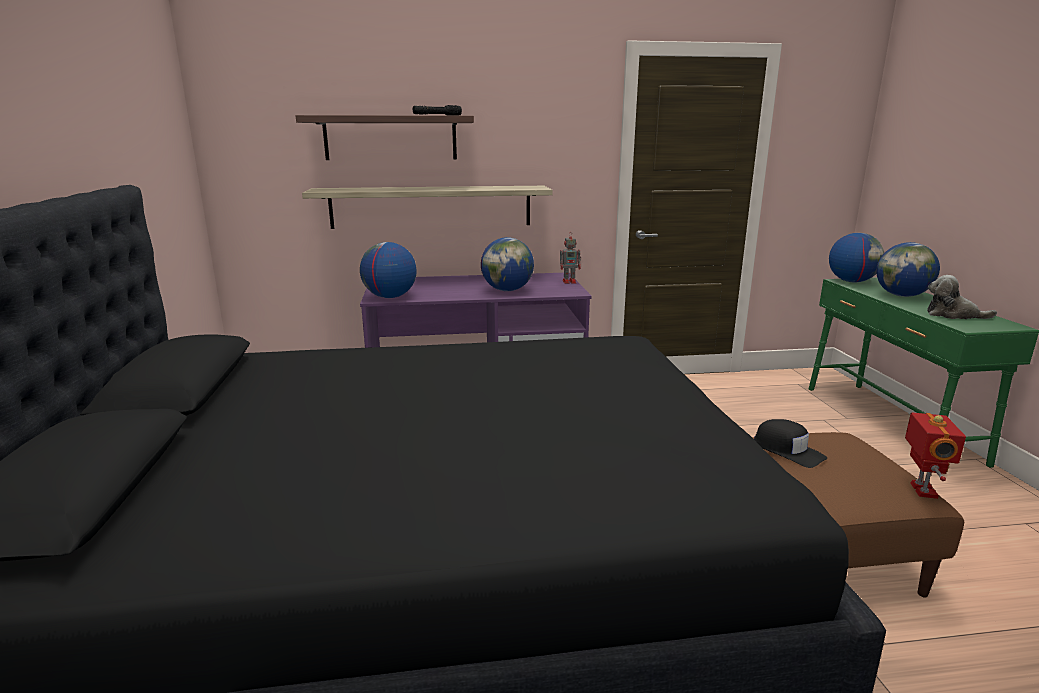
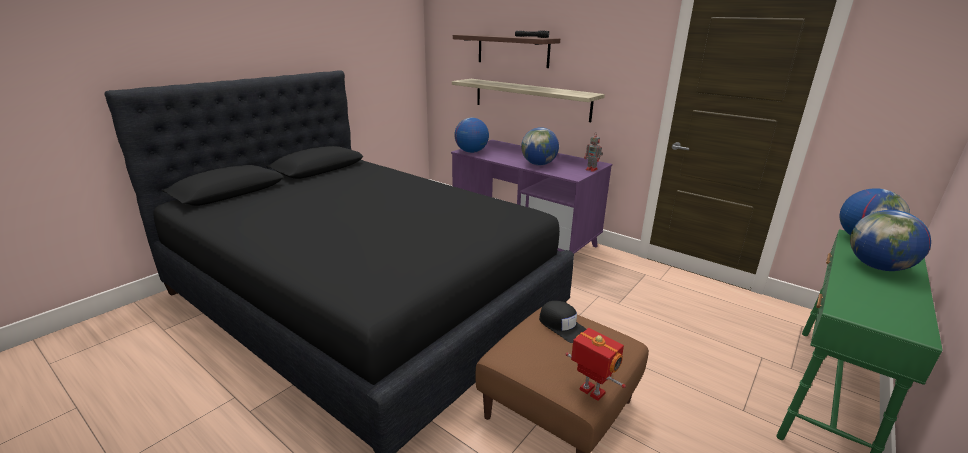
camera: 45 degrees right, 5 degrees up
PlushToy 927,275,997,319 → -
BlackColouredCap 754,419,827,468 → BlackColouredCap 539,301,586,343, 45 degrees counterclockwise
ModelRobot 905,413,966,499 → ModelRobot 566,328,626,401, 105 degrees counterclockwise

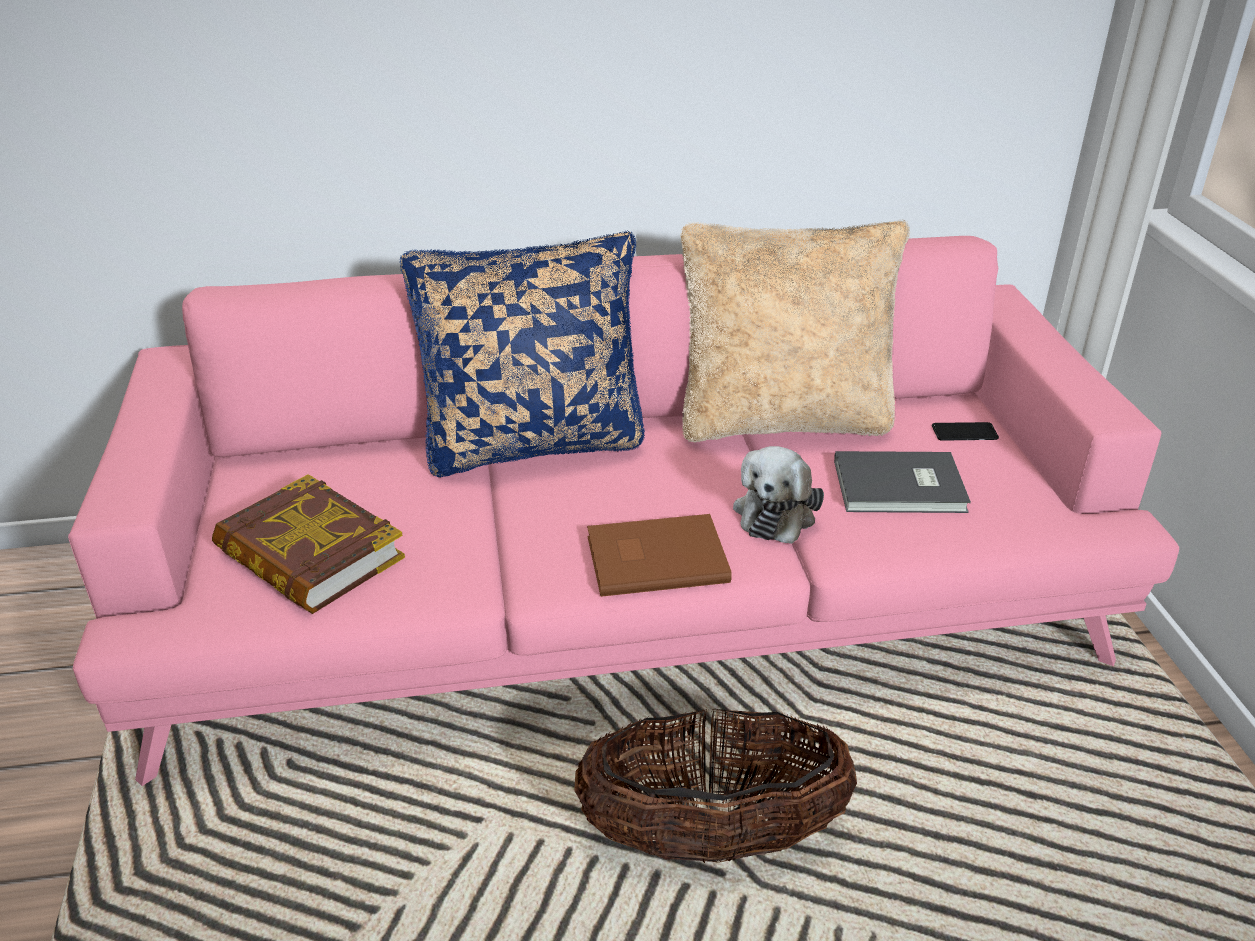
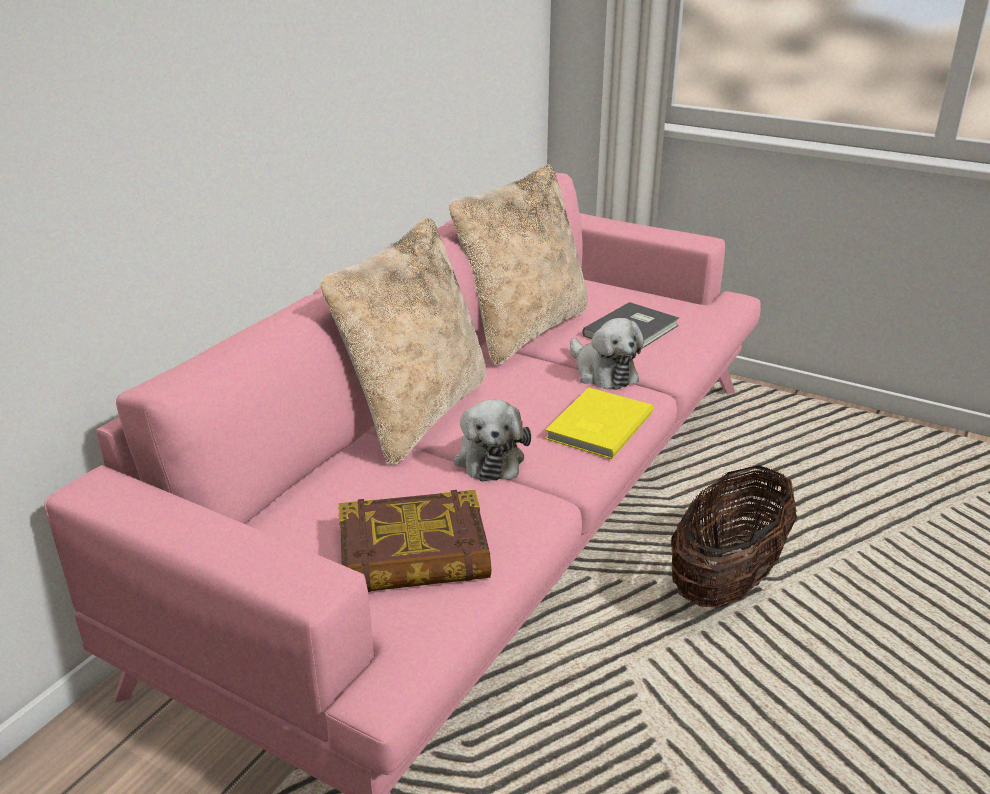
camera: 50 degrees left, 5 degrees down
Handset 932,422,999,441 → -
- → PlushToy 454,400,531,482
BlueCushion 400,230,645,477 → BeigeColouredCushion 319,217,486,465
BrownishVolume 587,514,732,597 → YellowColouredVolume 545,388,653,459

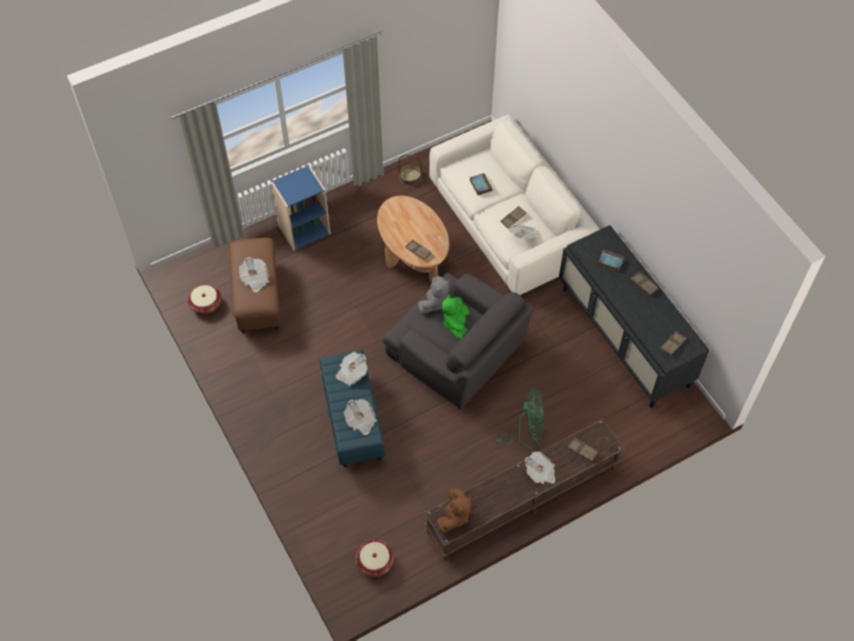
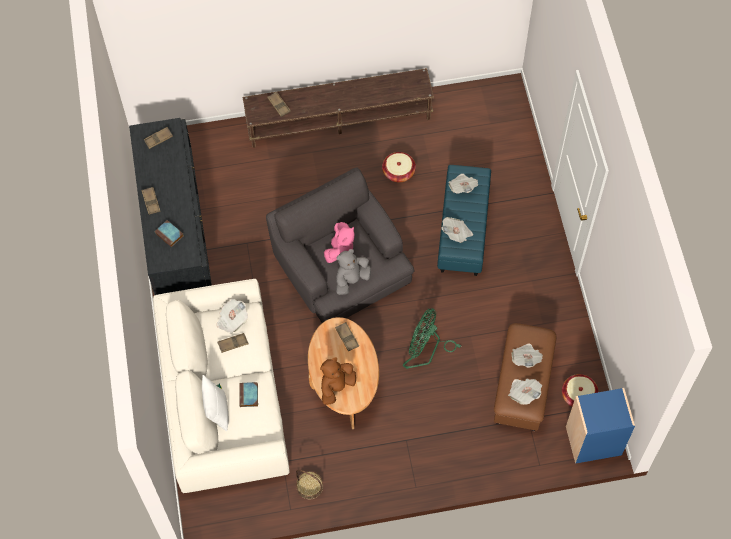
camera: 160 degrees left, 5 degrees up
- → WhiteColouredCushion 202,375,228,431
BlueBookcase 271,165,331,250 → BlueBookcase 566,388,635,464, moved
HouseholdBasket 356,540,394,577 → HouseholdBasket 382,152,416,182, moved
BrownishPlushToy 437,488,471,533 → BrownishPlushToy 320,357,356,405, moved
GreenColouredCoolingFan 496,388,544,452 → GreenColouredCoolingFan 403,308,461,369, moved
DailyPaper 525,452,555,484 → DailyPaper 508,378,542,405, moved
GreenColouredPlushToy 442,294,469,340 → PinkPlushToy 324,222,355,263

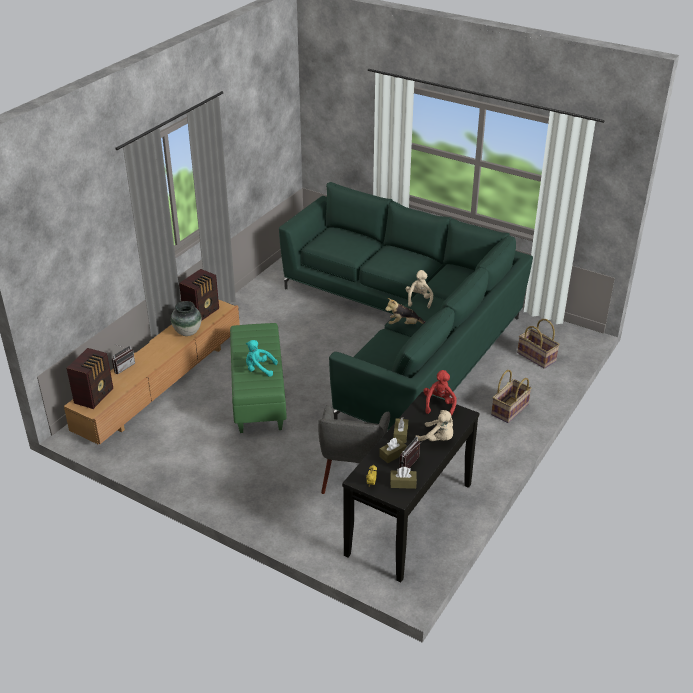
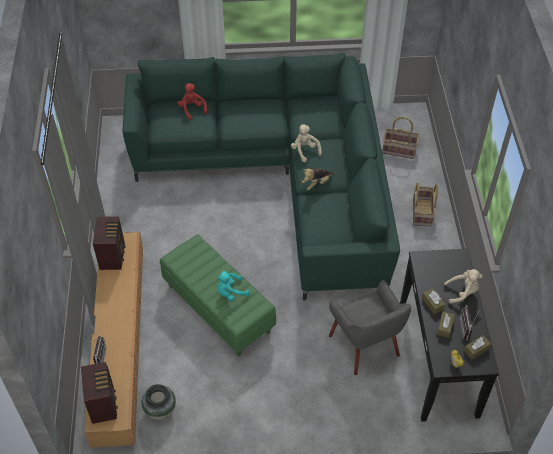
camera: 35 degrees left, 15 degrees up
FlowerVase 171,301,202,336 → FlowerVase 142,384,176,420, moved
RedColouredPlushToy 423,370,457,416 → RedColouredPlushToy 177,83,207,120, moved

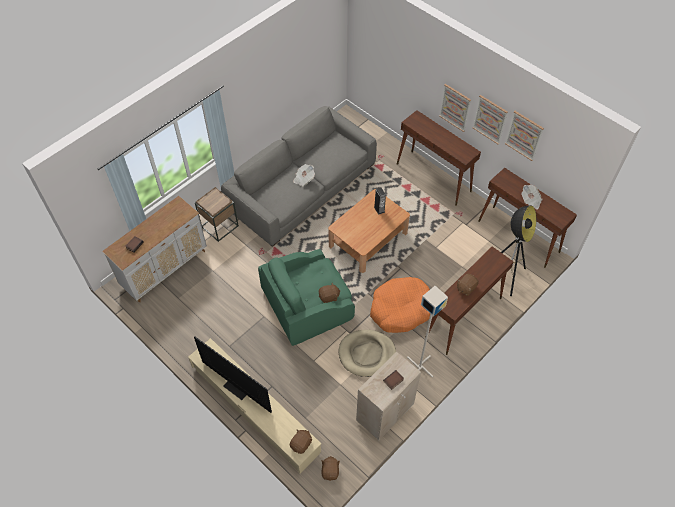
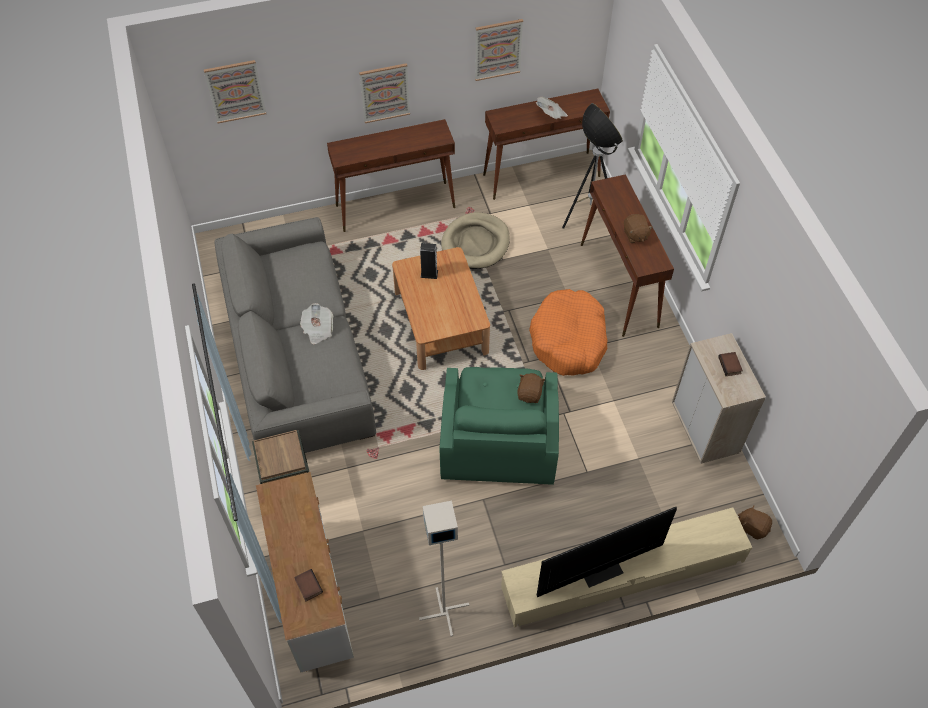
camera: 60 degrees left, 0 degrees up
BrownishPlushToy 290,429,313,454 → -
BeigeColouredDogCushion 338,330,396,377 → BeigeColouredDogCushion 441,212,510,269, moved
GreyStandardLamp 407,286,448,377 → GreyStandardLamp 419,501,469,637, moved
WallArt 472,95,508,145 → WallArt 204,60,266,123, moved

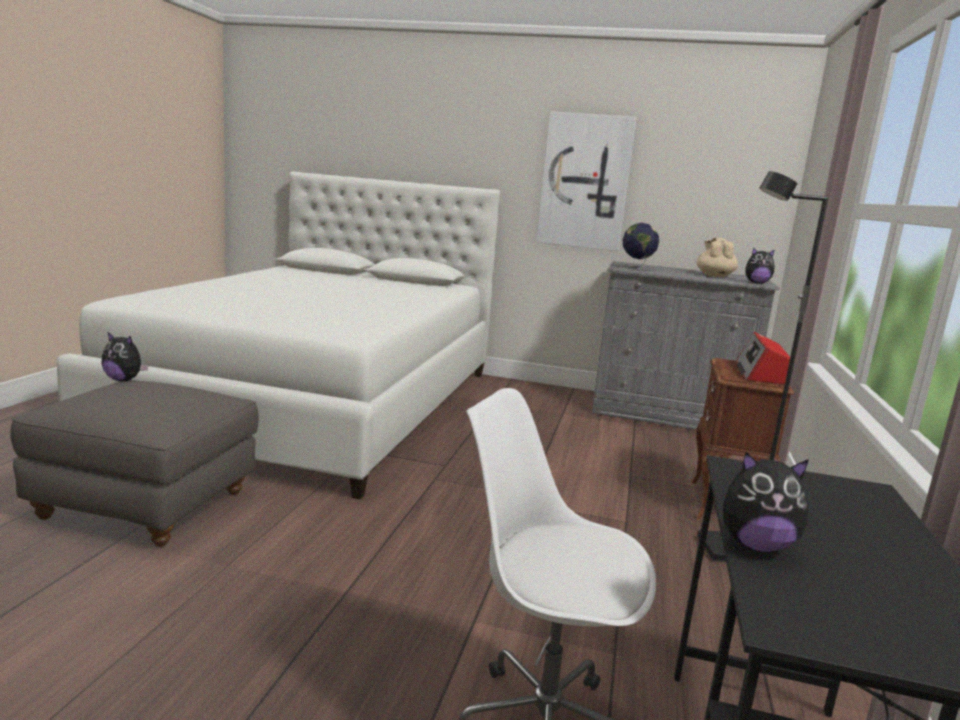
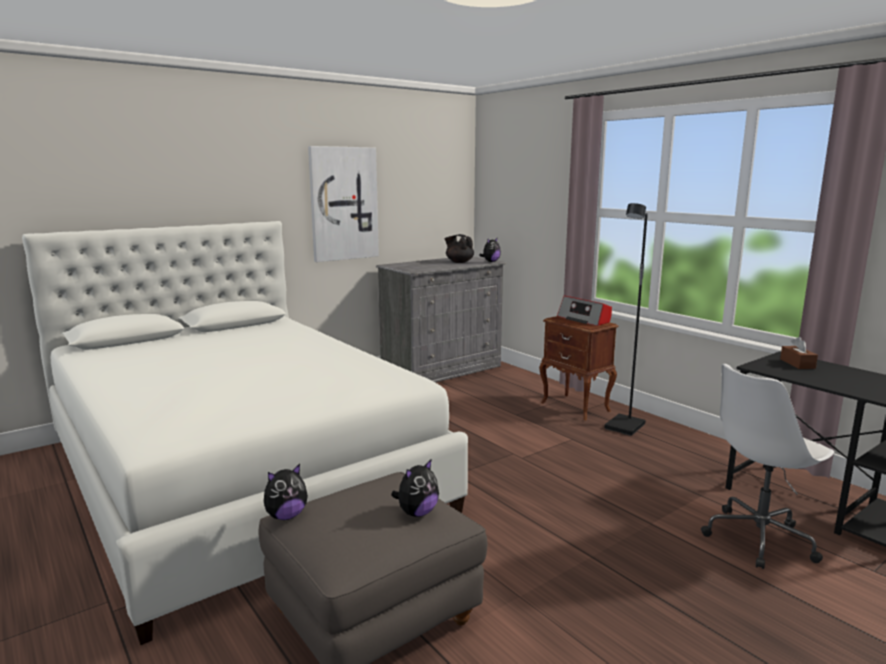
camera: 50 degrees left, 0 degrees up
WorldGlobe 623,223,659,271 → -
- → BrownishBoxOfTissues 780,337,818,369
PlushToy 723,452,809,552 → PlushToy 391,459,439,517, moved
BeigeColouredTeaPot 696,238,738,277 → BlackColouredTeaPot 444,234,474,263

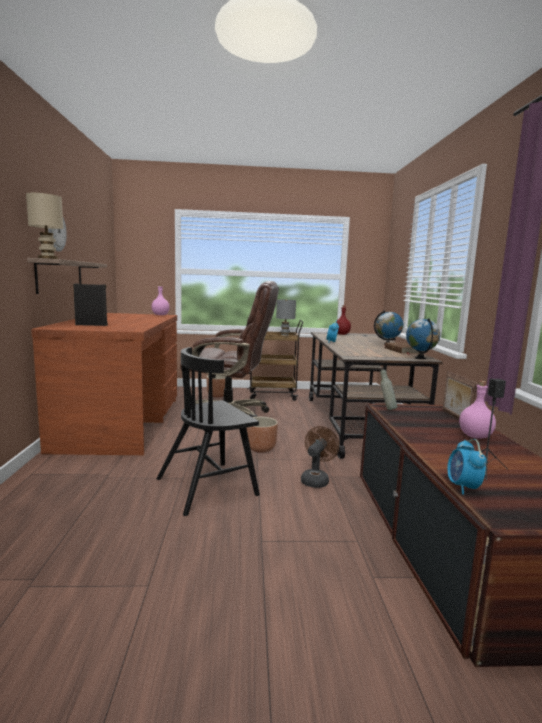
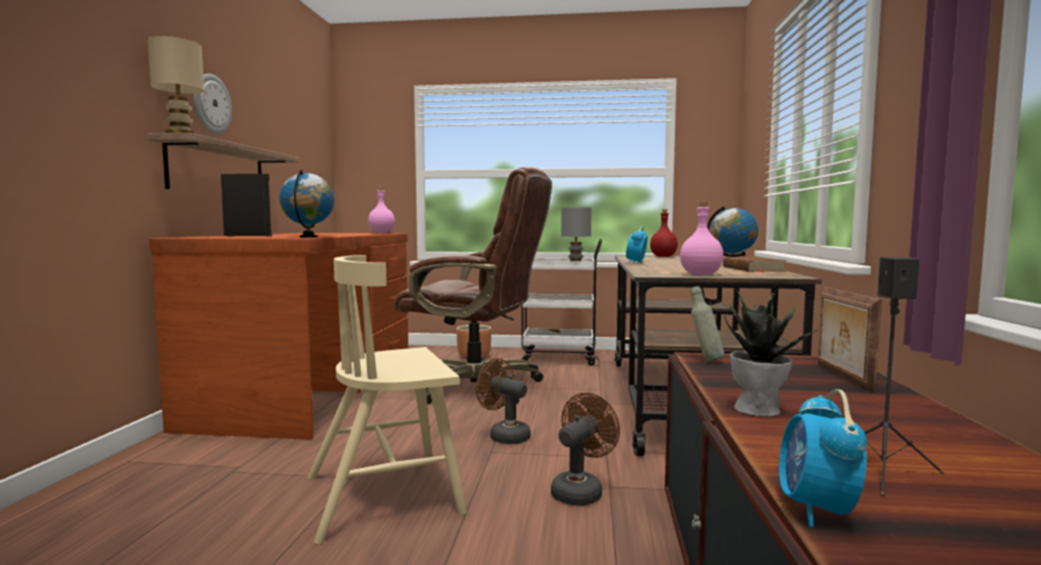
camera: 10 degrees right, 5 degrees down
- → Houseplant 724,289,820,417
WorldGlobe 406,318,440,359 → WorldGlobe 279,170,334,237, moved
PinkDrinkBottle 459,381,496,438 → PinkDrinkBottle 680,202,723,275, moved
BrownishPlanter 246,416,278,453 → BrownishCoolingFan 476,358,531,444
BlackColouredPlainChair 156,347,260,516 → BeigeColouredPlainChair 308,255,467,544
BrownishCart 247,320,303,401 → WhiteColouredCart 521,238,602,366

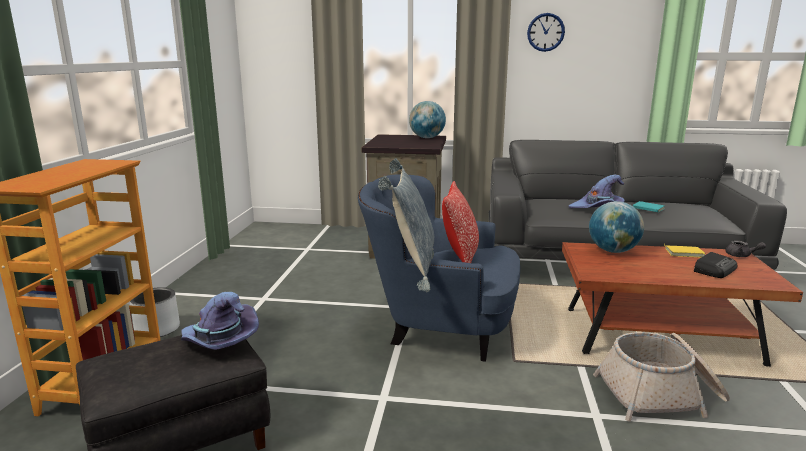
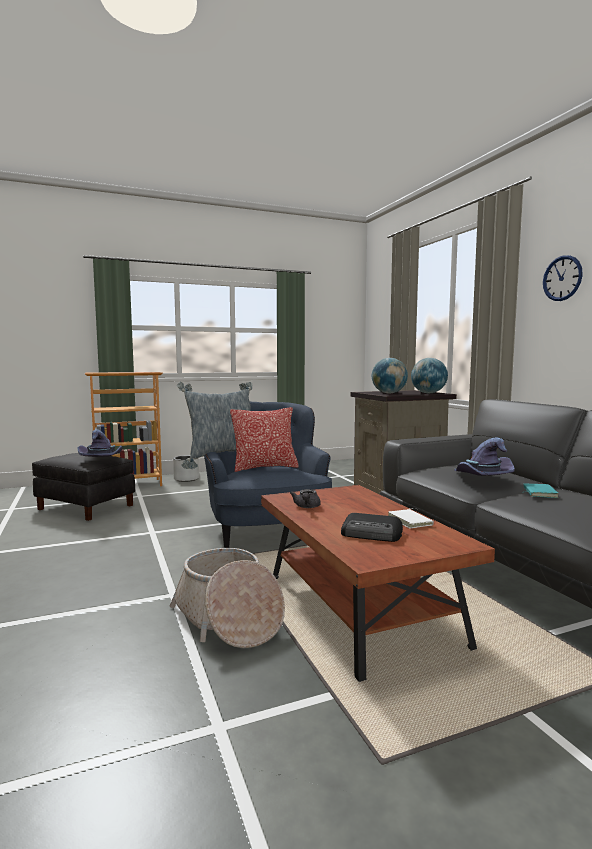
camera: 60 degrees right, 10 degrees down
WorldGlobe 589,201,644,253 → WorldGlobe 372,358,408,394, moved
GreyTeaPot 726,240,766,257 → GreyTeaPot 290,489,321,508, moved
YellowColouredVolume 664,244,706,258 → WhiteColouredVolume 388,508,434,529

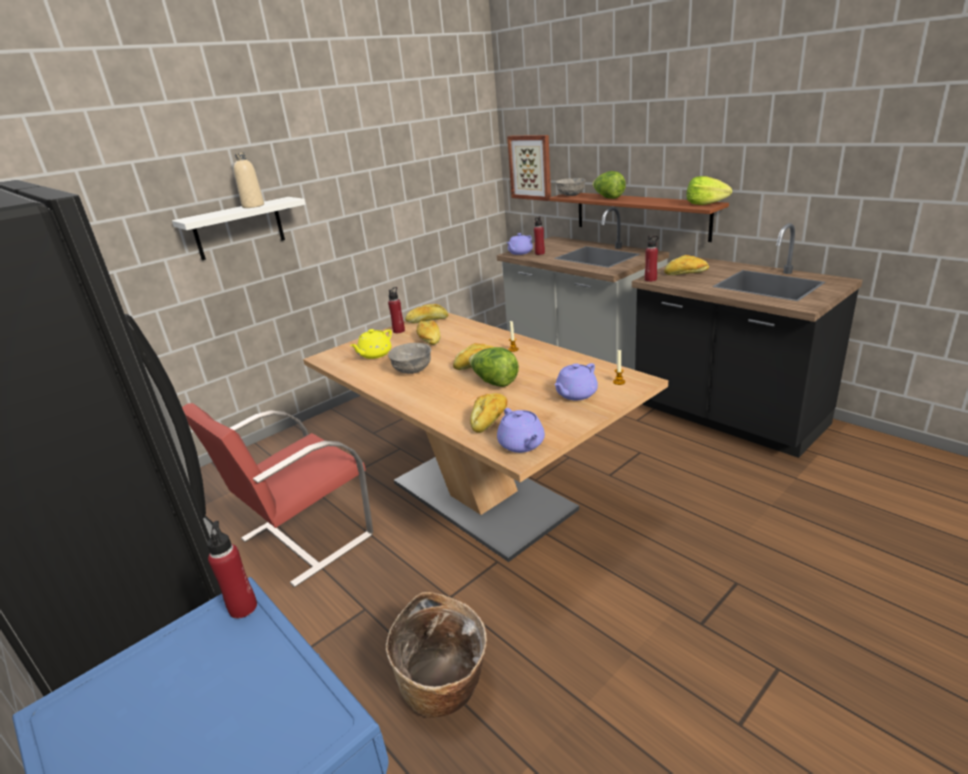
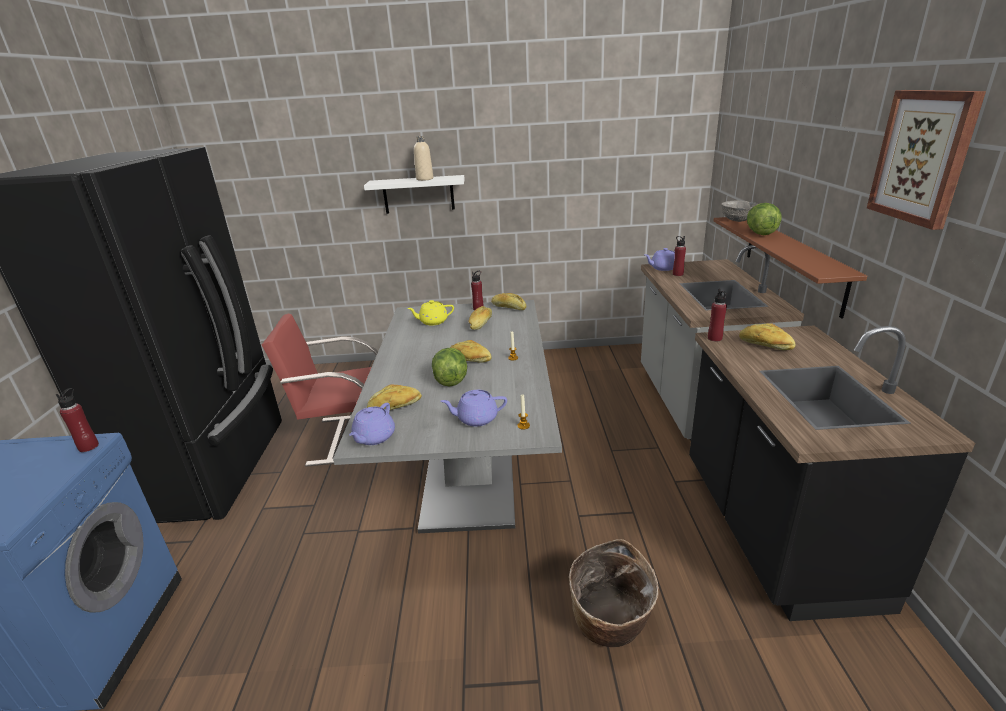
camera: 40 degrees right, 0 degrees up
GreyDeepDish 388,343,431,374 → -
LettuceHead 686,176,732,205 → -
HouseholdBasket 386,592,487,718 → HouseholdBasket 569,539,659,647, moved
WallArt 507,135,551,201 → WallArt 867,90,986,230, moved
BrownishKitchenTable 303,313,668,562 → GreyKitchenTable 333,300,562,533

